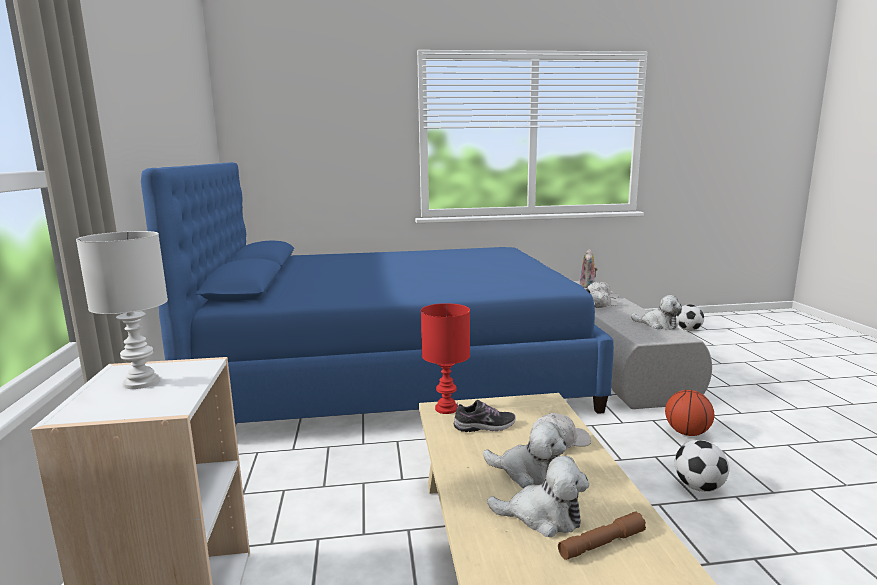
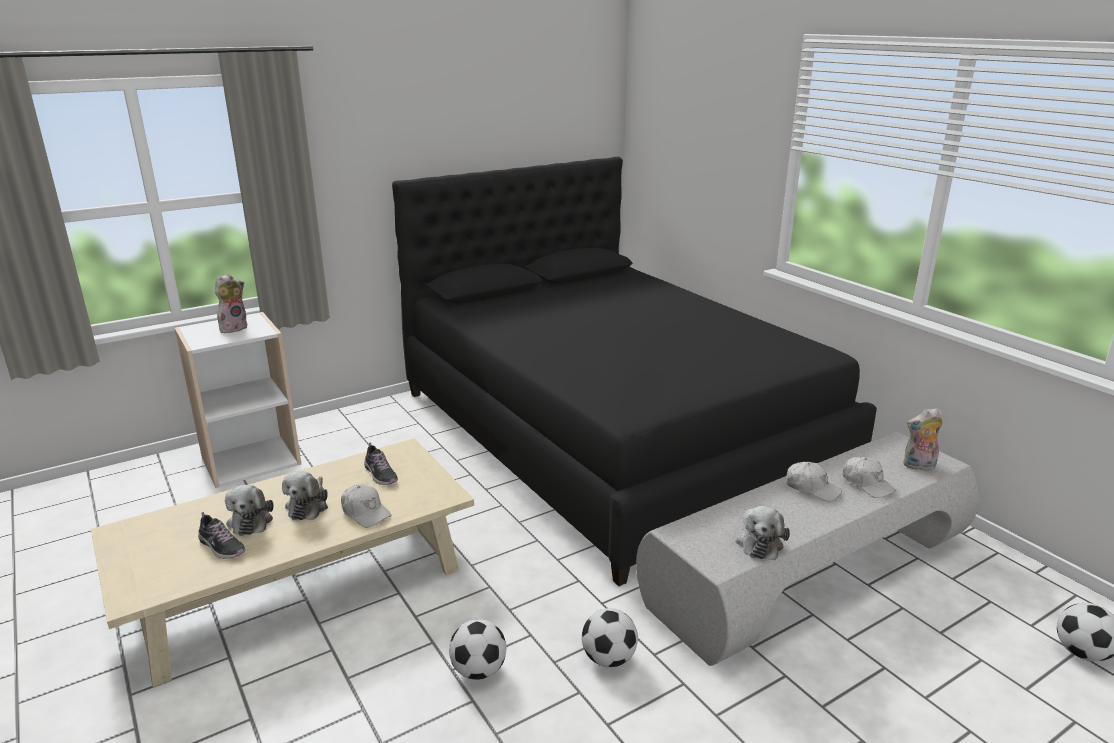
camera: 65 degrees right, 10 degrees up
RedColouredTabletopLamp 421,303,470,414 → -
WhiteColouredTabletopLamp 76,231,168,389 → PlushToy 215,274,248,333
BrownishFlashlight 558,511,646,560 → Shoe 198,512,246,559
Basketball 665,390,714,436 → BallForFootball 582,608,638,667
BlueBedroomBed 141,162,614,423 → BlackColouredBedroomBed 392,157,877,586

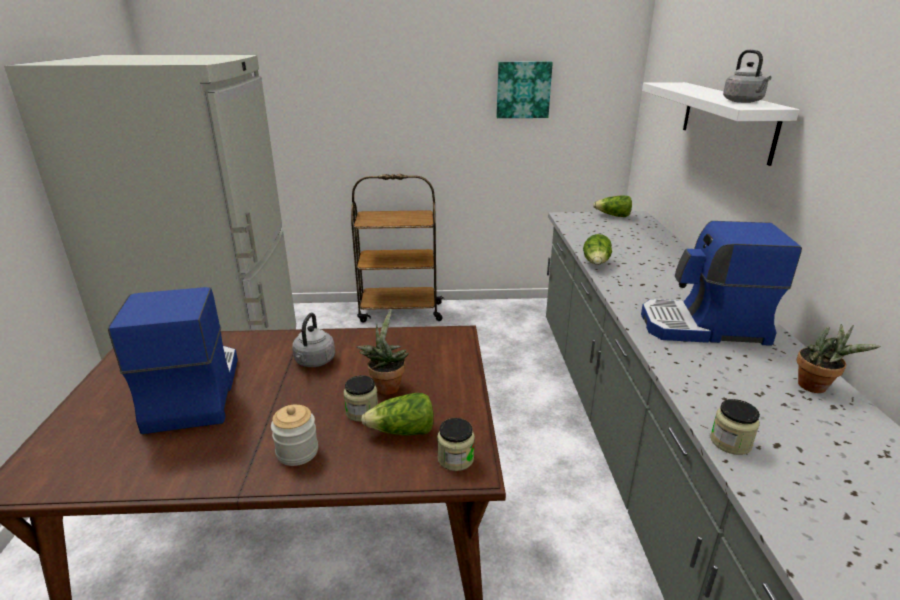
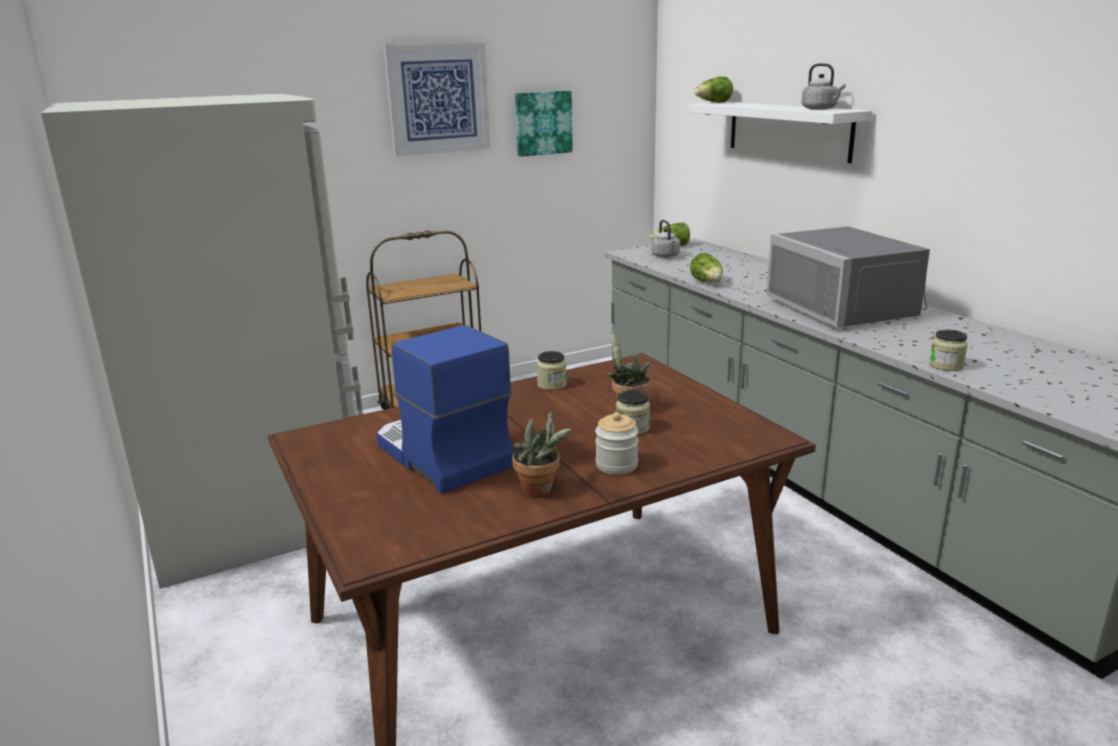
camera: 25 degrees left, 5 degrees down
- → WallArt 383,43,490,157
GreyKettle 292,313,335,367 → GreyKettle 651,220,680,258, moved
LettuceHead 361,393,434,436 → LettuceHead 694,77,733,103, moved
PreserveJar 437,418,475,471 → PreserveJar 537,351,567,390, moved
Houseplant 797,324,880,393 → Houseplant 512,412,571,497, moved
CoffeeBrewer 641,221,802,346 → GreyKitchenMicrowave 766,226,930,328

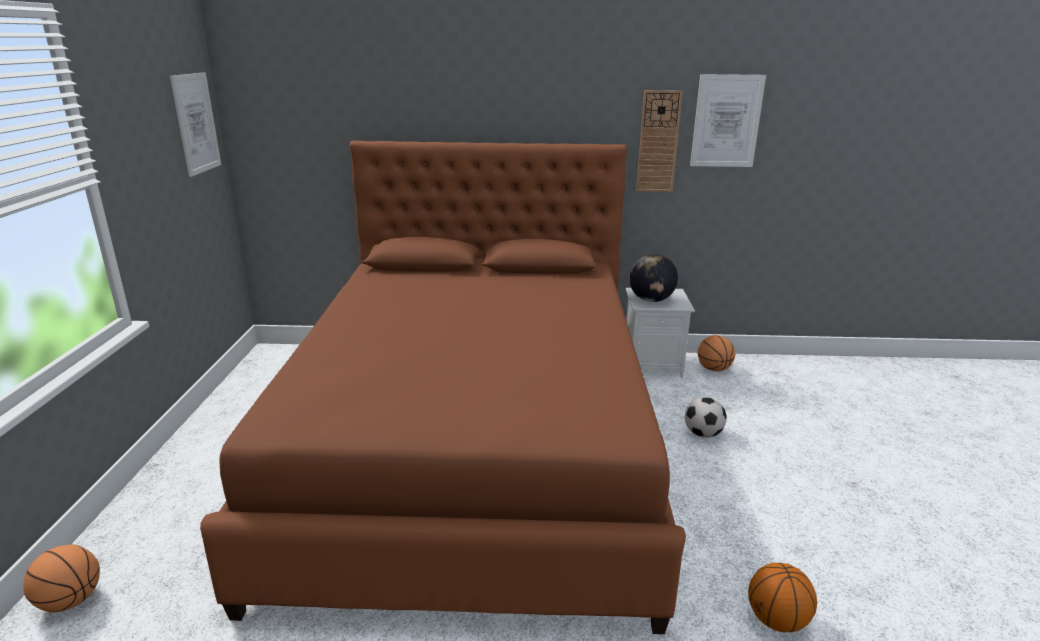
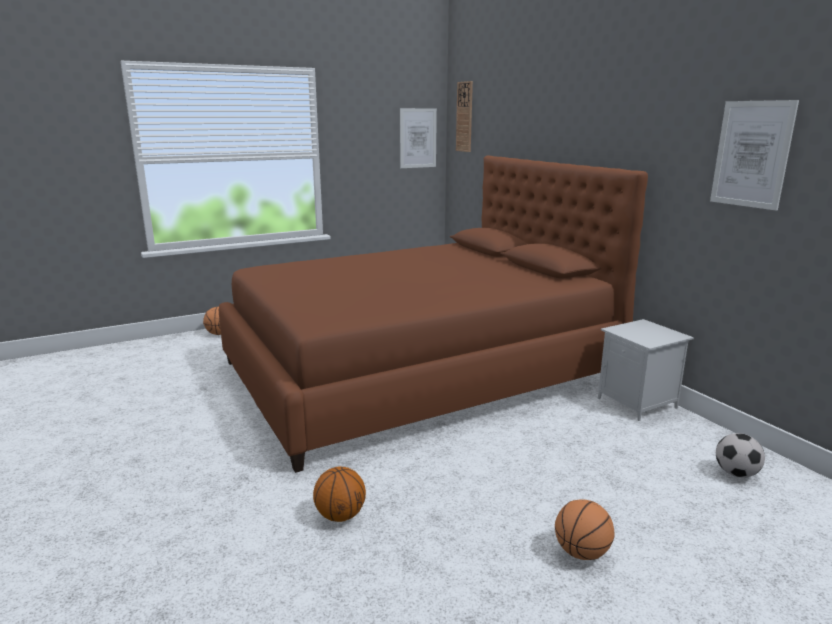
camera: 60 degrees right, 5 degrees down
WorldGlobe 629,254,678,302 → -
ClockOnTheWall 636,90,683,192 → ClockOnTheWall 456,81,473,152, moved
BallForFootball 685,397,727,438 → BallForFootball 716,433,765,478, moved
Basketball 697,335,735,371 → Basketball 555,499,614,560, moved

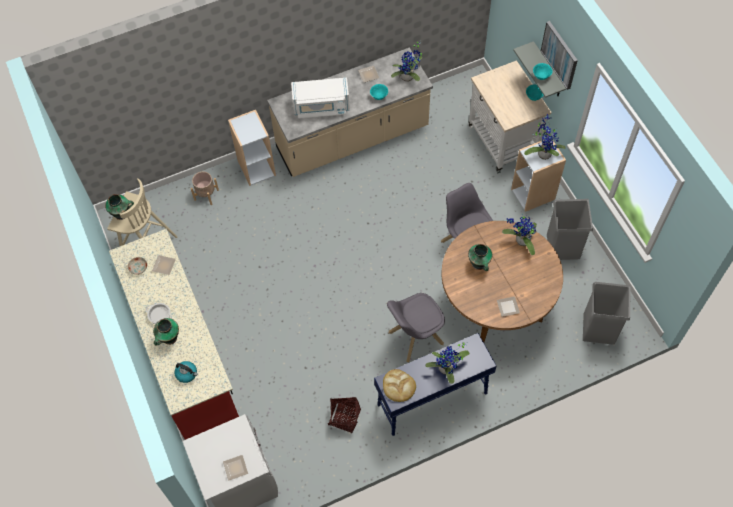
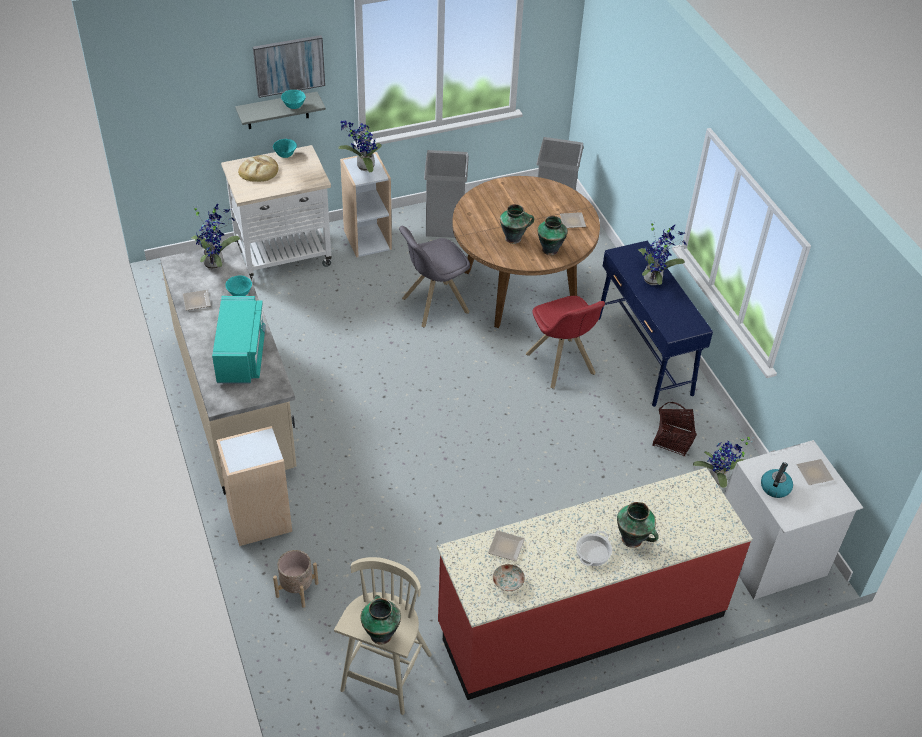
camera: 90 degrees left, 15 degrees down
- → FlowerVase 537,216,568,255
Kettle 174,361,197,383 → Kettle 761,462,793,498, moved
Bread 383,369,416,402 → Bread 238,155,279,182, moved
Houseplant 502,214,537,255 → Houseplant 693,437,754,488, moved
WhiteColouredKitchenMicrowave 291,77,350,119 → TurquoiseColouredKitchenMicrowave 212,296,266,383
GreyPlainChair 387,293,445,362 → RedColouredPlainChair 526,296,605,389

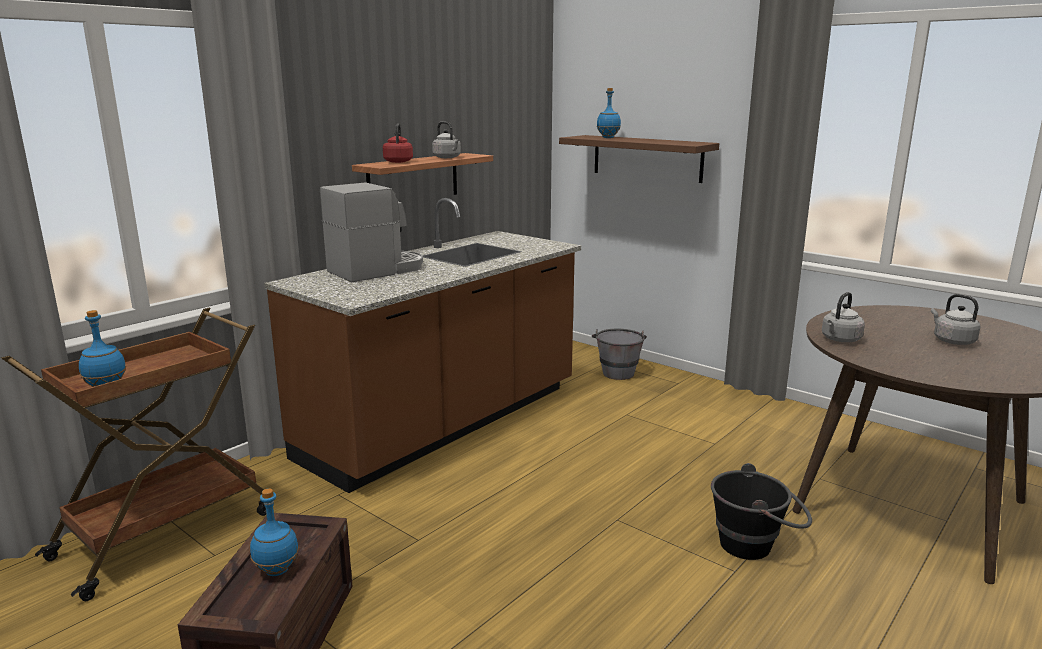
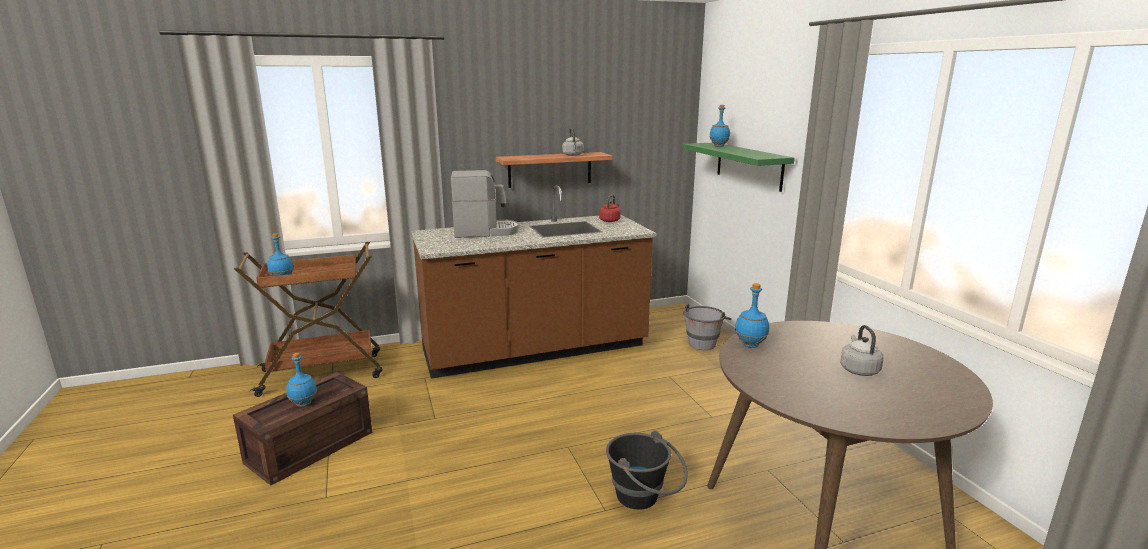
camera: 30 degrees right, 0 degrees up
RedColouredKettle 383,124,413,163 → RedColouredKettle 599,195,621,222, moved
GreyKettle 822,292,865,342 → BlueDrinkBottle 735,283,769,348
BrownishShelf 559,135,719,183 → GreenColouredShelf 682,143,795,192

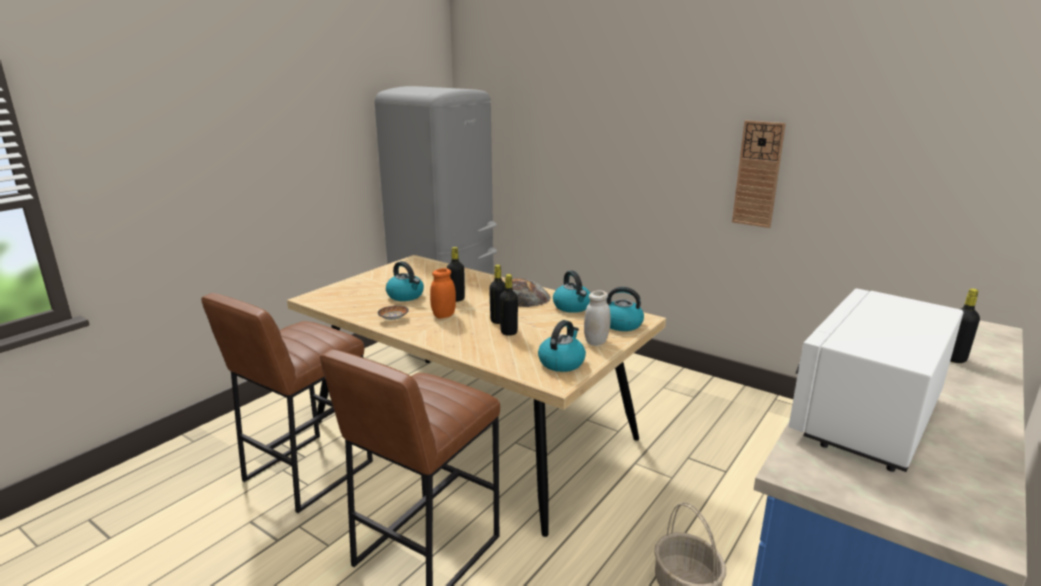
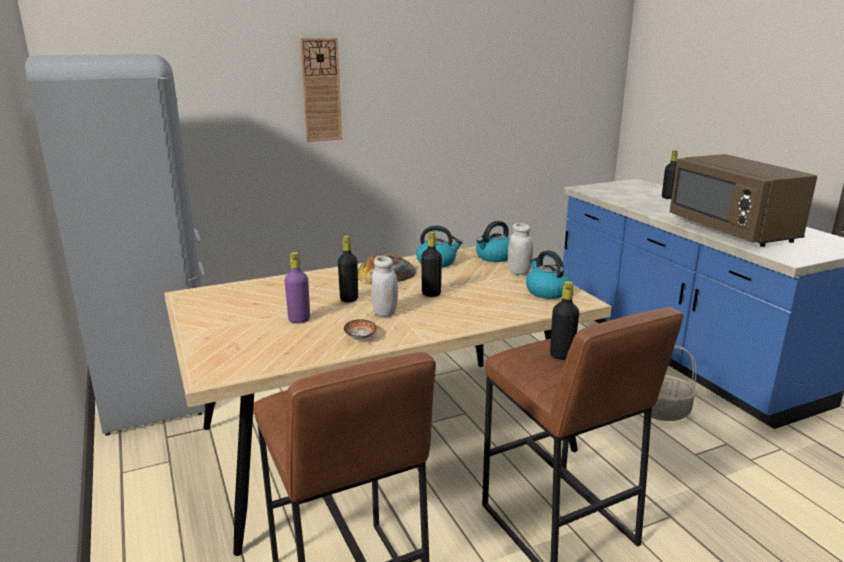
camera: 60 degrees left, 0 degrees up
BlackColouredDrinkBottle 500,274,518,336 → BlackColouredDrinkBottle 550,281,579,360, moved
ClockOnTheWall 732,120,786,228 → ClockOnTheWall 300,38,342,142, moved
Kettle 386,261,424,301 → PurpleColouredDrinkBottle 284,252,310,323
OrangeyPreserveJar 430,268,456,318 → WhiteColouredPreserveJar 371,256,398,317
WhiteColouredKitchenMicrowave 788,288,964,472 → BrownishKitchenMicrowave 670,154,817,247

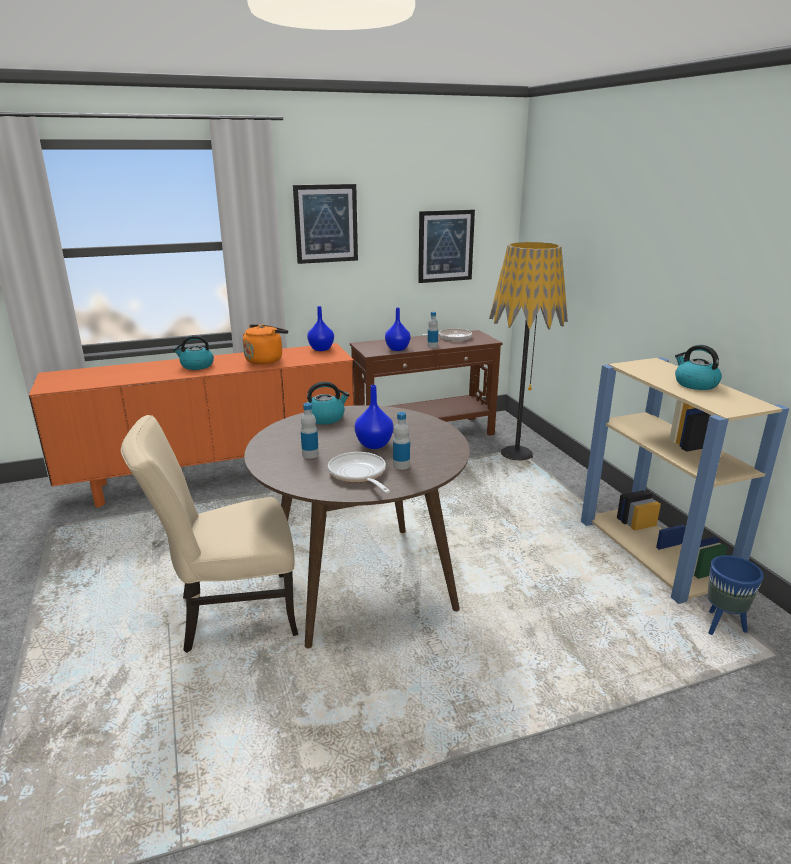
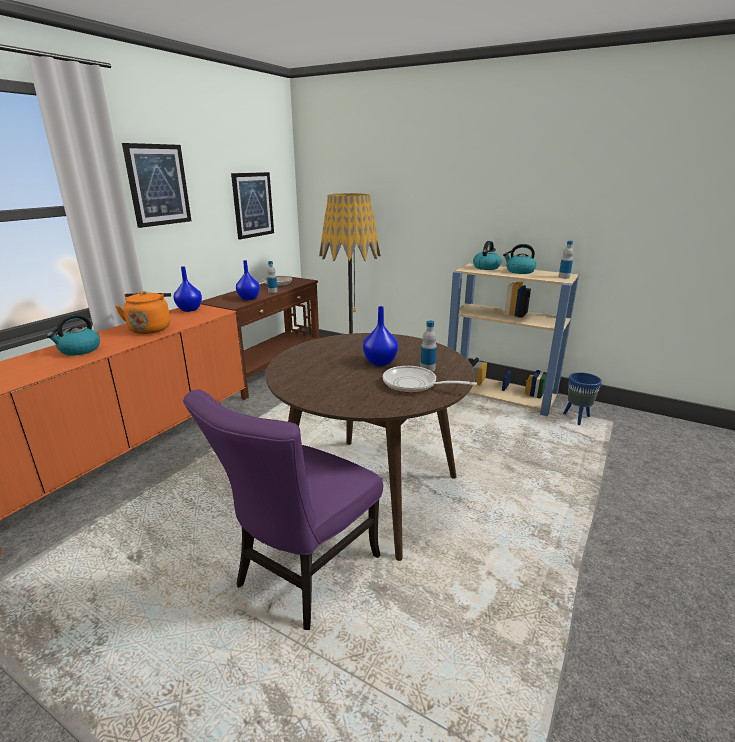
camera: 40 degrees left, 0 degrees up
DrinkBottle 301,403,319,459 → DrinkBottle 559,241,574,279, moved
Kettle 307,381,349,424 → Kettle 473,241,501,270, moved
BeigeColouredPlainChair 121,415,298,653 → PurpleColouredPlainChair 183,389,383,630

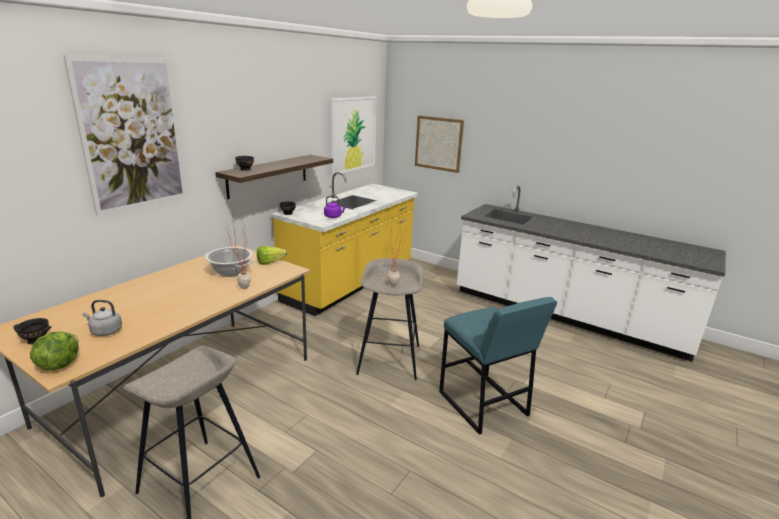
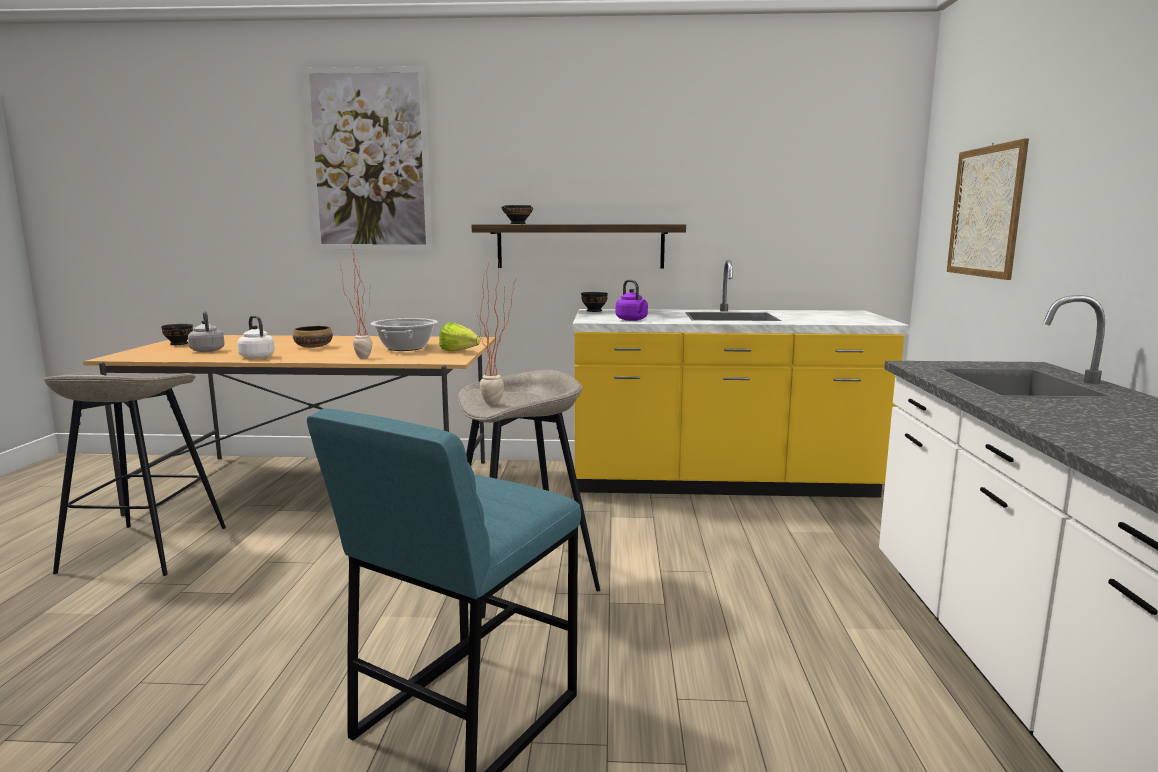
camera: 60 degrees right, 10 degrees down
LettuceHead 30,331,79,371 → -
WallArt 329,96,376,176 → -
- → WhiteColouredKettle 237,315,275,359
- → DeepDish 293,326,333,348

